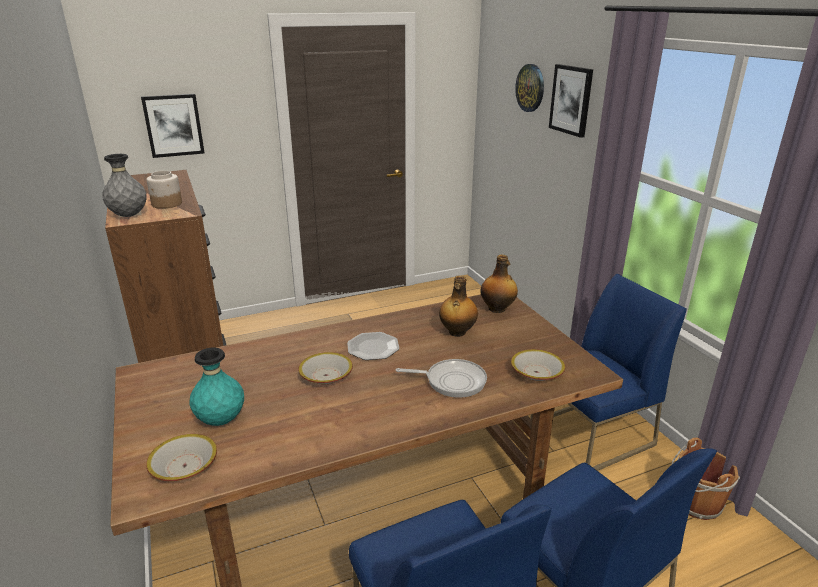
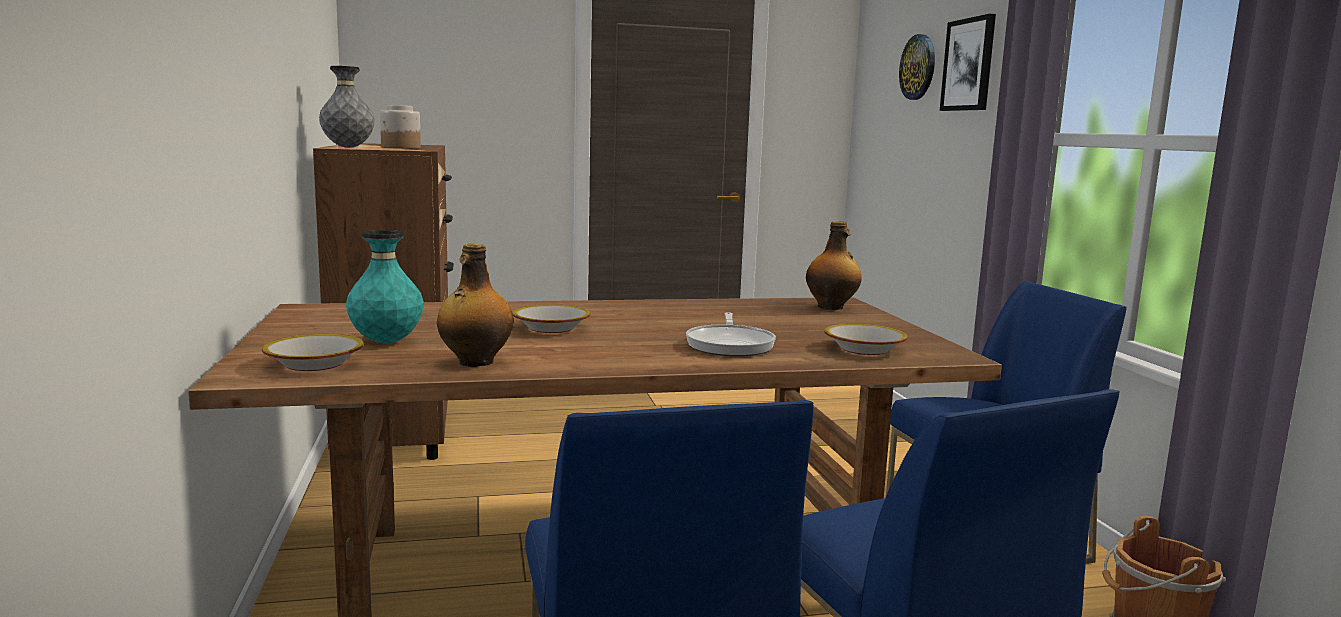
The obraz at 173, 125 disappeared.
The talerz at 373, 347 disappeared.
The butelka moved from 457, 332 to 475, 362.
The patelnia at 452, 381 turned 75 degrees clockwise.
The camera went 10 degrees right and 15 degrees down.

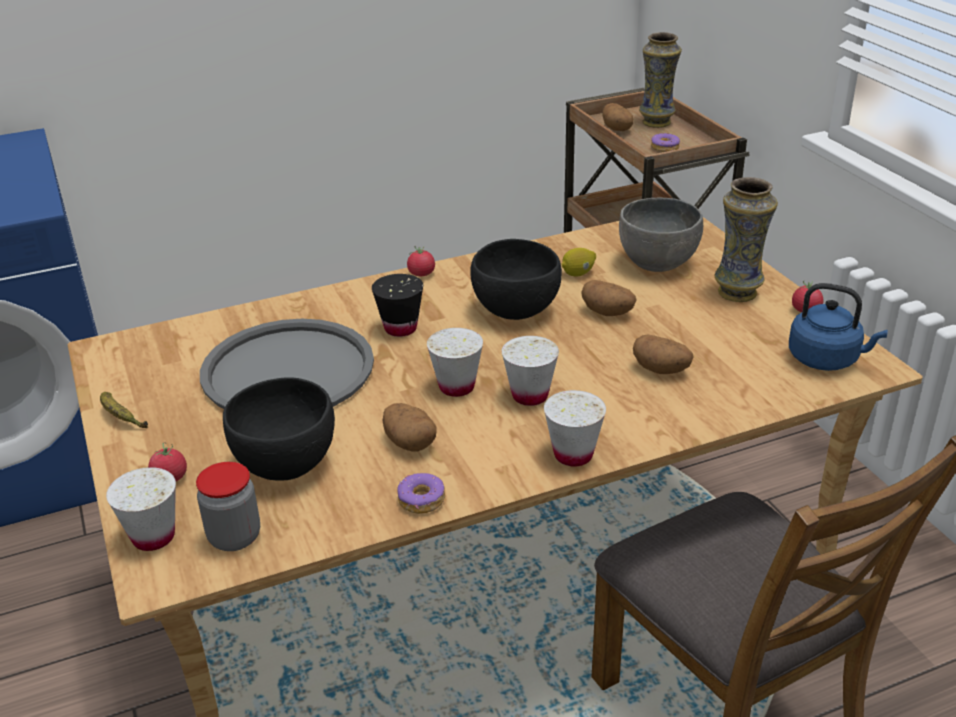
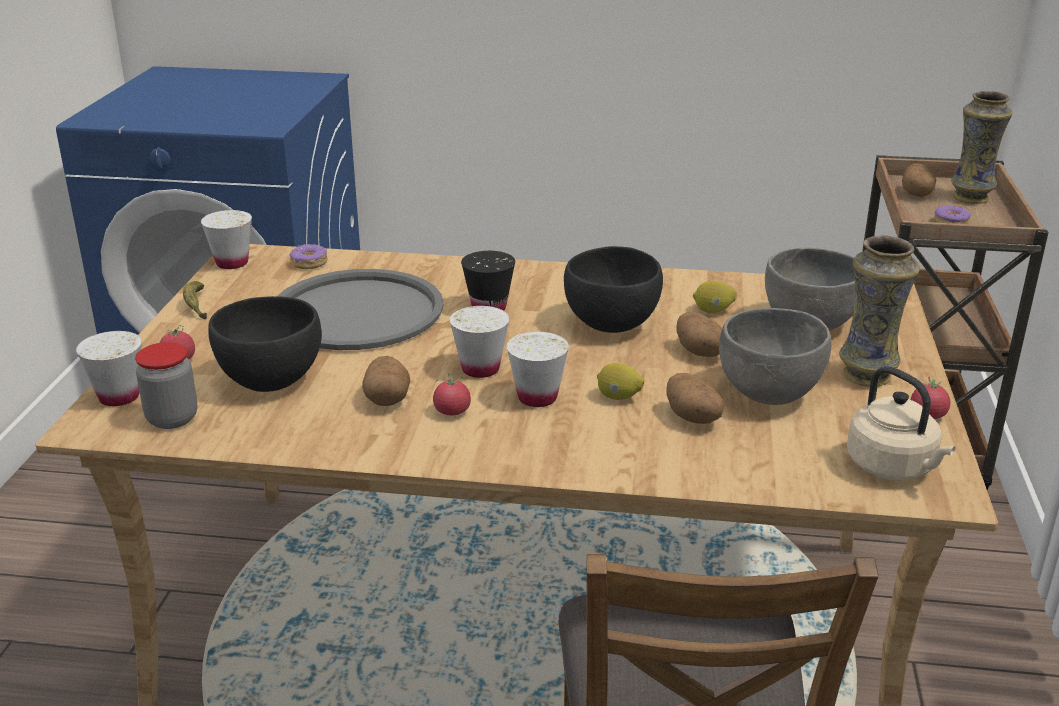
The cytryna at 618, 397 appeared.
The miska [szary] at 768, 393 appeared.
The donut moved from 421, 500 to 309, 263.
The pomidor moved from 421, 274 to 452, 412.
The filiżanka [biały] moved from 573, 455 to 232, 263.
The czajnik [niebieski] at 827, 359 became the czajnik [beżowy] at 893, 468.
The camera went 30 degrees right and 5 degrees down.

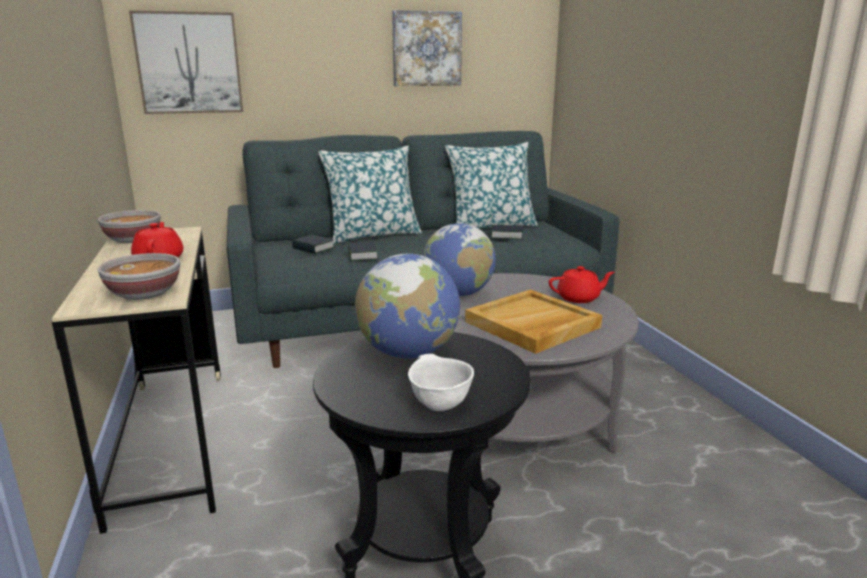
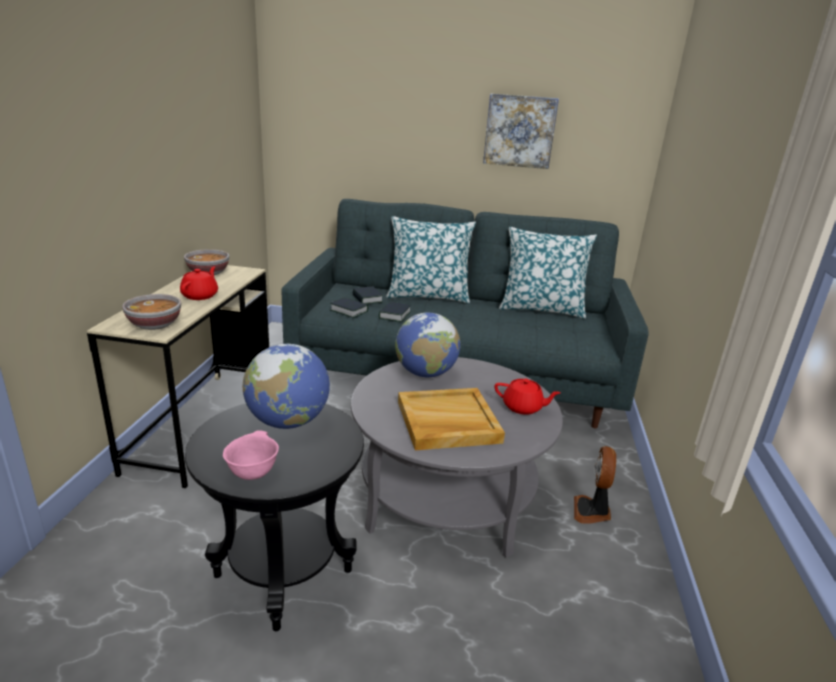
The obraz at 189, 63 disappeared.
The wentylator at 592, 511 appeared.
The książka moved from 506, 236 to 349, 311.
The miska [biały] at 438, 404 became the miska [różowy] at 252, 472.
The camera went 25 degrees right and 5 degrees up.

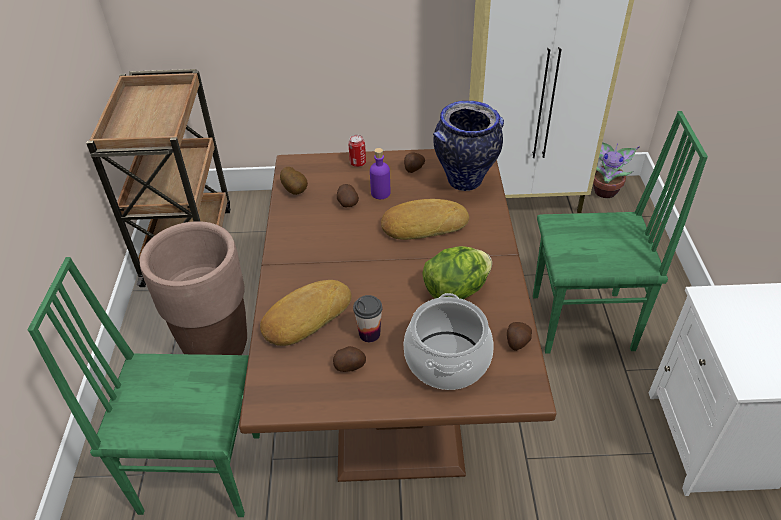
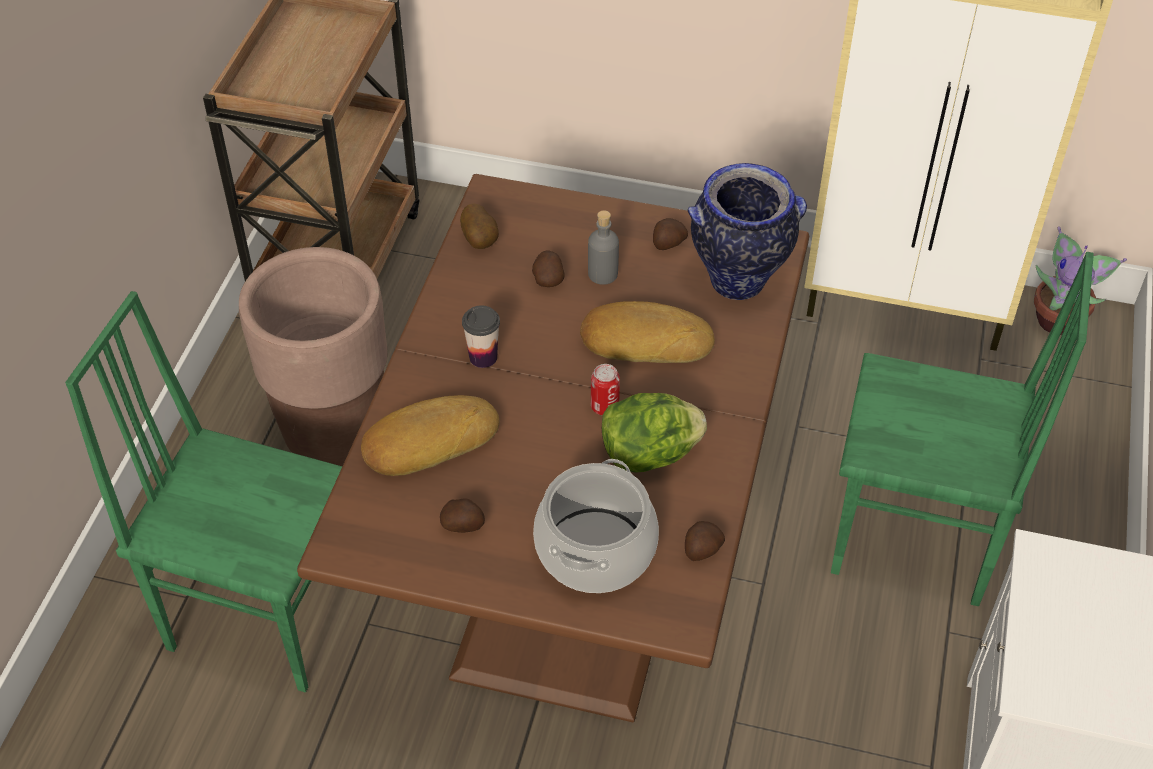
The puszka moved from 358, 163 to 604, 406.
The filiżanka moved from 369, 334 to 483, 357.
The butelka [fioletowy] at 380, 193 became the butelka [szary] at 602, 274.
The camera went 15 degrees right and 5 degrees up.

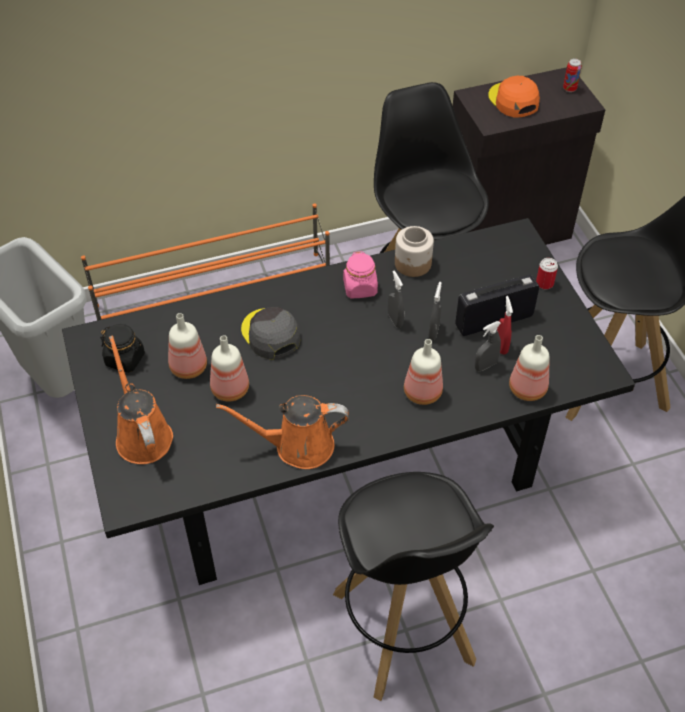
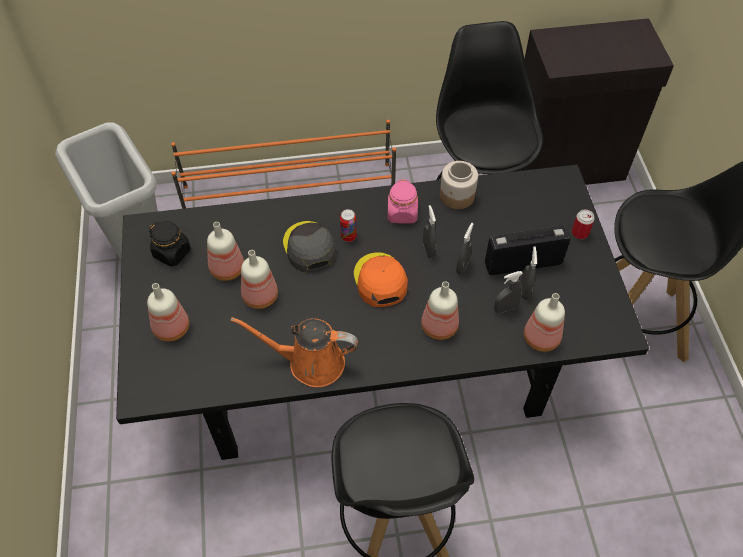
The czapka z daszkiem [pomarańczowy] moved from 513, 101 to 380, 281.
The puszka moved from 569, 89 to 348, 237.
The konewka [pomarańczowy] at 142, 435 was replaced by the butelka at 171, 329.
The spryskiwacz [czerwony] at 501, 346 became the spryskiwacz [szary] at 525, 290.
The camera went 10 degrees right and 5 degrees up.

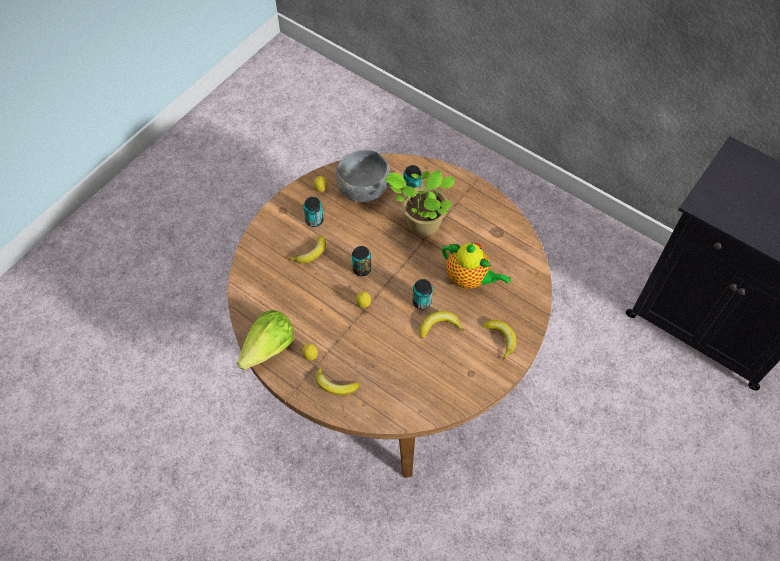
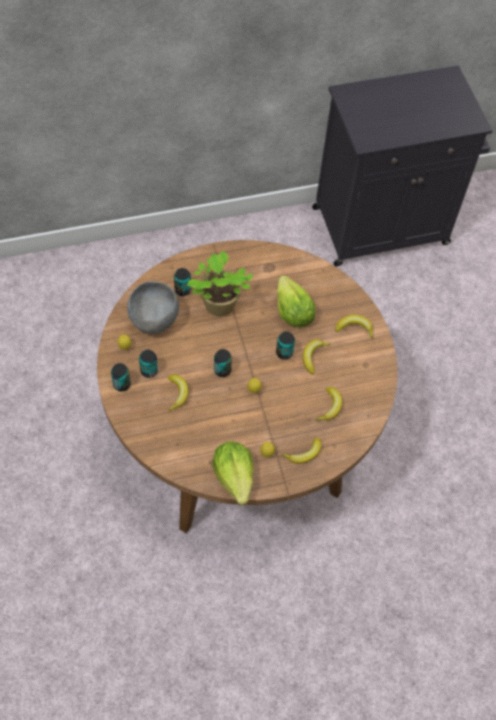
The puszka at 122, 384 appeared.
The banan at 330, 406 appeared.
The imbryk at 469, 279 was replaced by the sałata at 292, 311.
The camera went 55 degrees left and 0 degrees up.

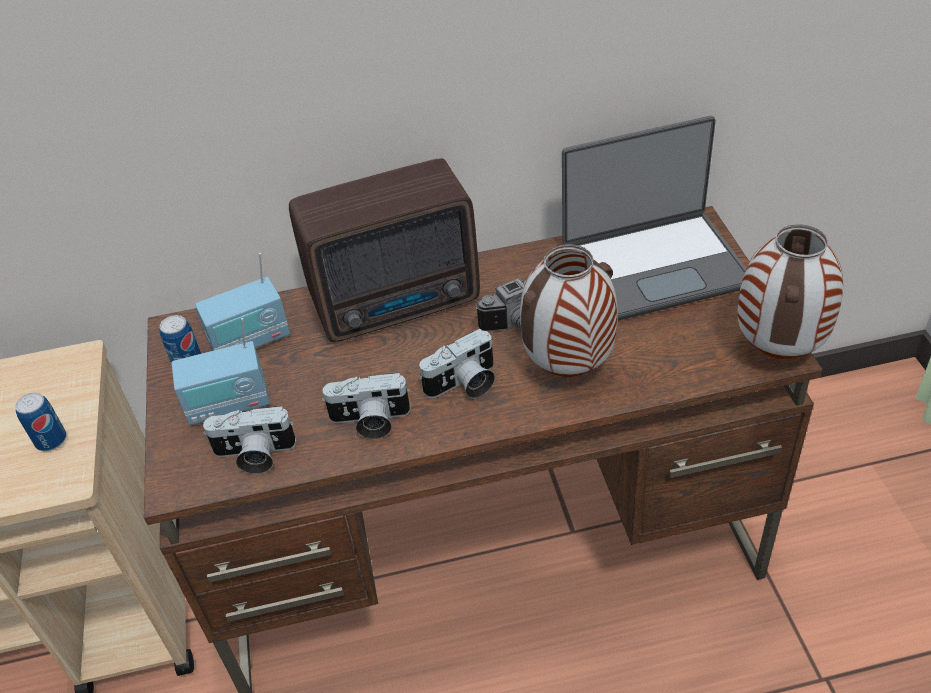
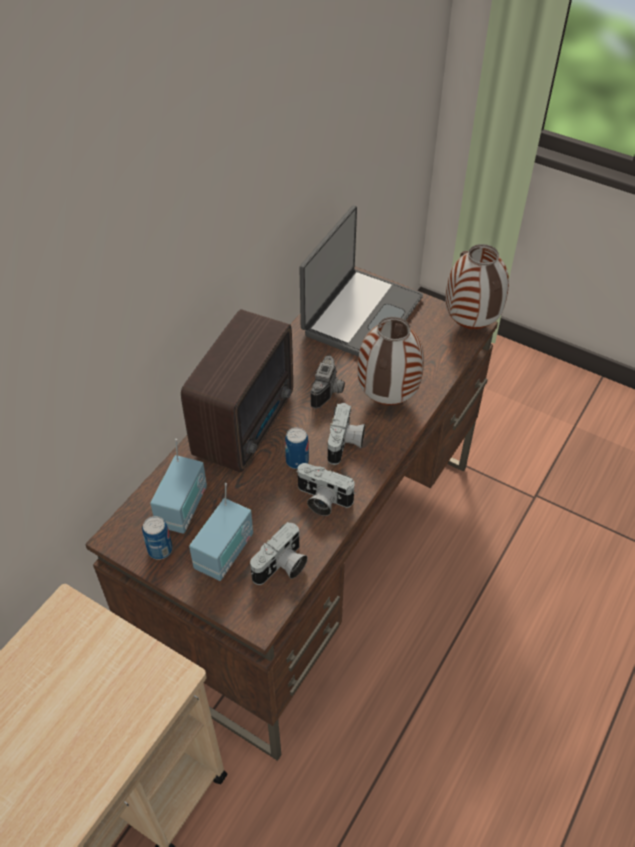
The puszka moved from 51, 440 to 297, 461.
The aparat fotograficzny at 370, 421 turned 75 degrees clockwise.
The camera went 50 degrees left and 5 degrees up.

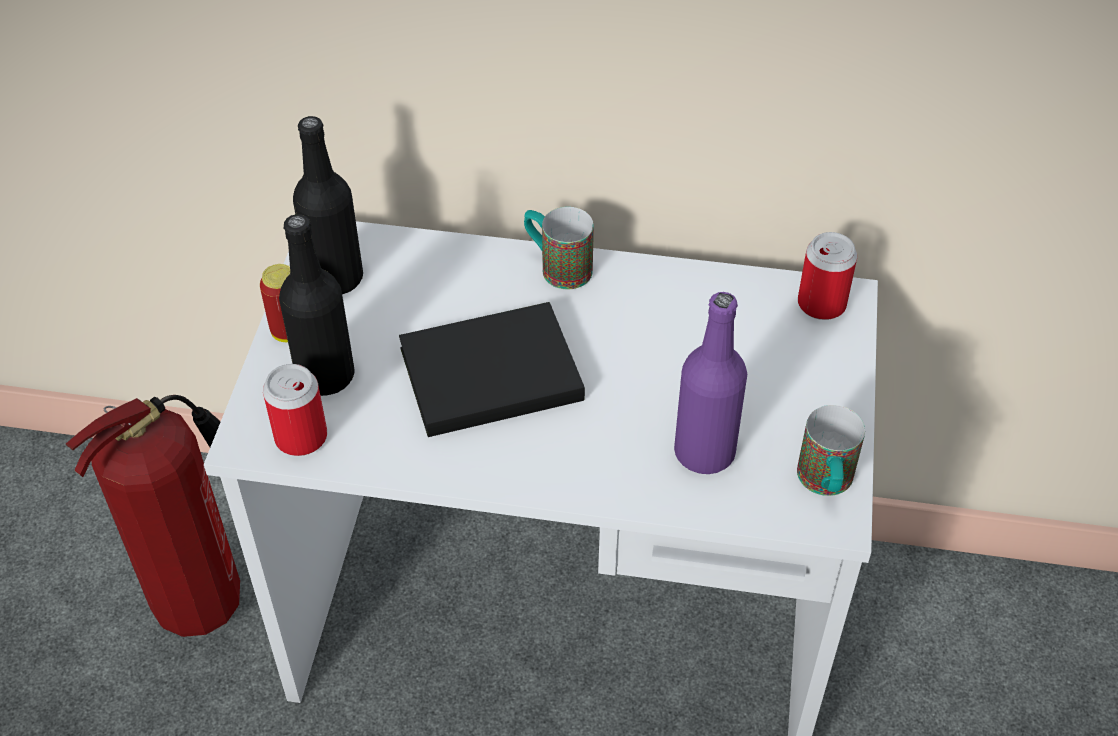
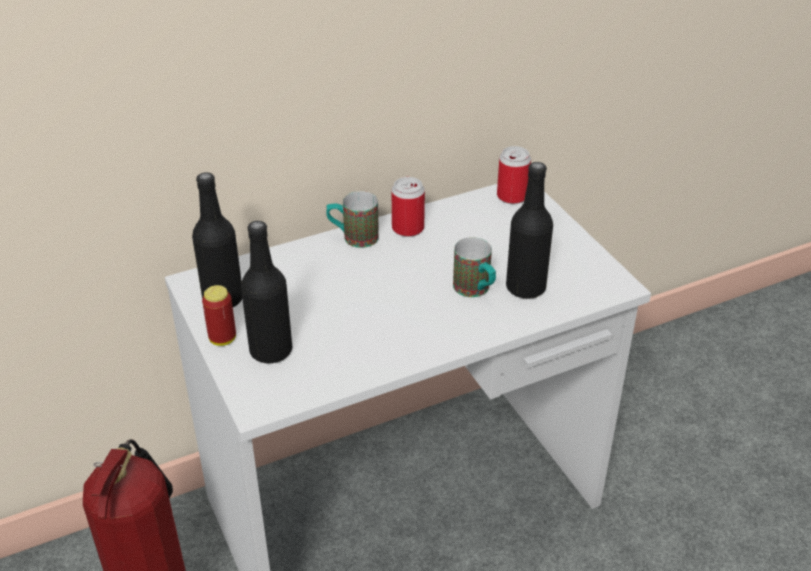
The książka [czarny] at 485, 373 disappeared.
The puszka moved from 301, 437 to 408, 228.
The kubek moved from 825, 484 to 476, 290.
The butelka [fioletowy] at 704, 452 became the butelka [czarny] at 525, 288.
The camera went 35 degrees left and 10 degrees down.

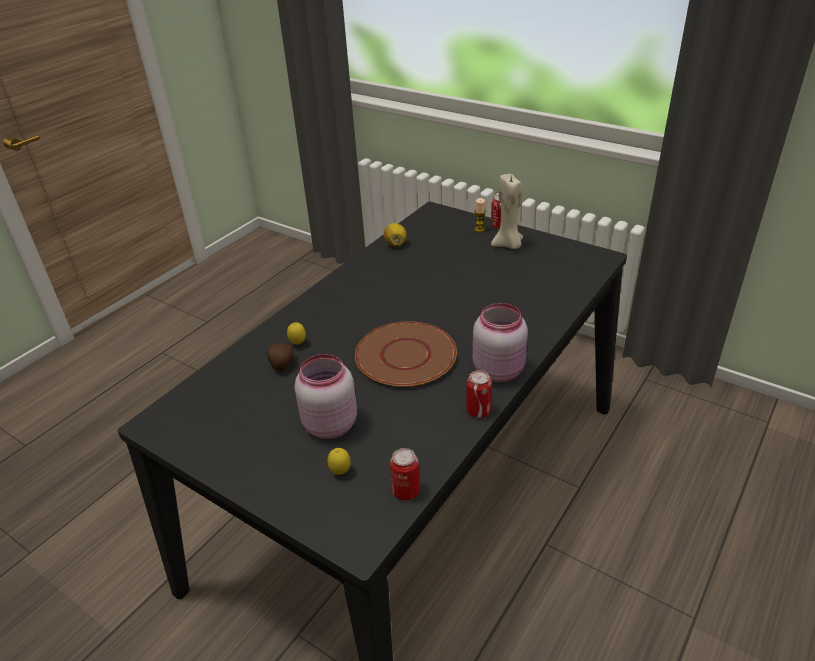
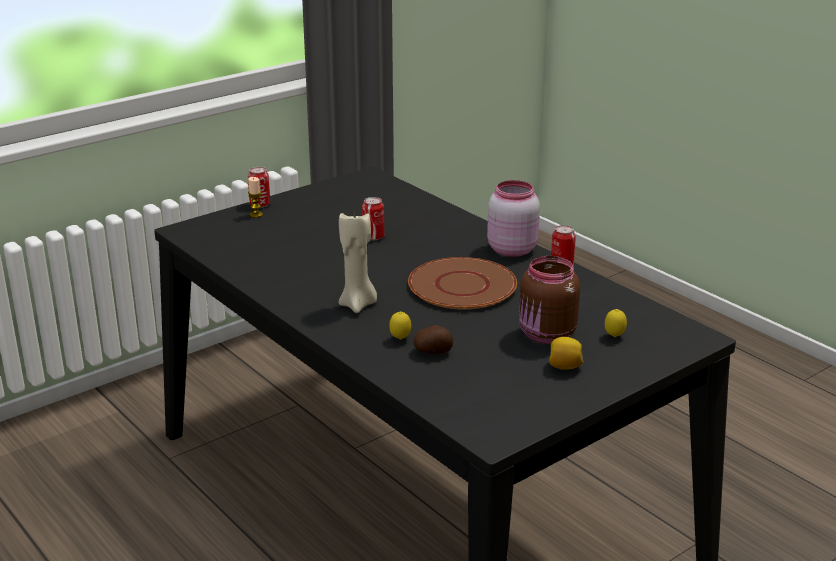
The cytryna moved from 395, 244 to 564, 367.
The puszka moved from 406, 491 to 373, 237.
The świeca [beżowy] moved from 508, 245 to 358, 304.
The słoik [różowy] at 328, 424 became the słoik [brązowy] at 546, 335.
The camera went 75 degrees left and 10 degrees down.

